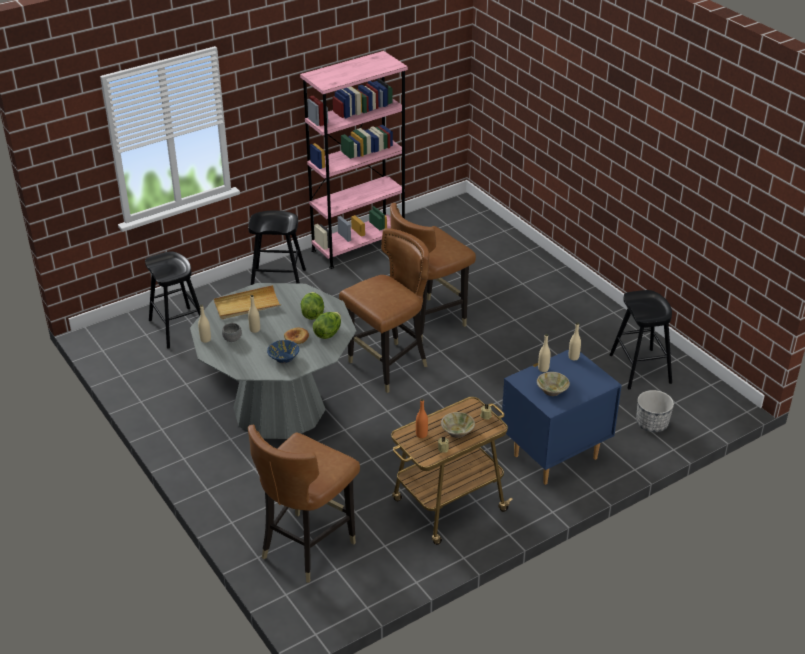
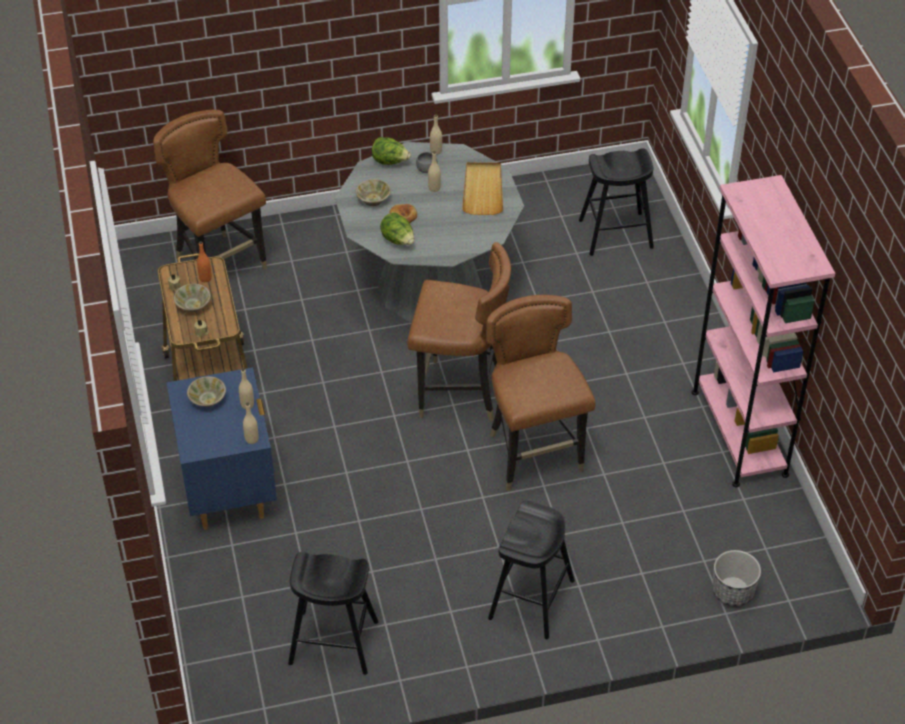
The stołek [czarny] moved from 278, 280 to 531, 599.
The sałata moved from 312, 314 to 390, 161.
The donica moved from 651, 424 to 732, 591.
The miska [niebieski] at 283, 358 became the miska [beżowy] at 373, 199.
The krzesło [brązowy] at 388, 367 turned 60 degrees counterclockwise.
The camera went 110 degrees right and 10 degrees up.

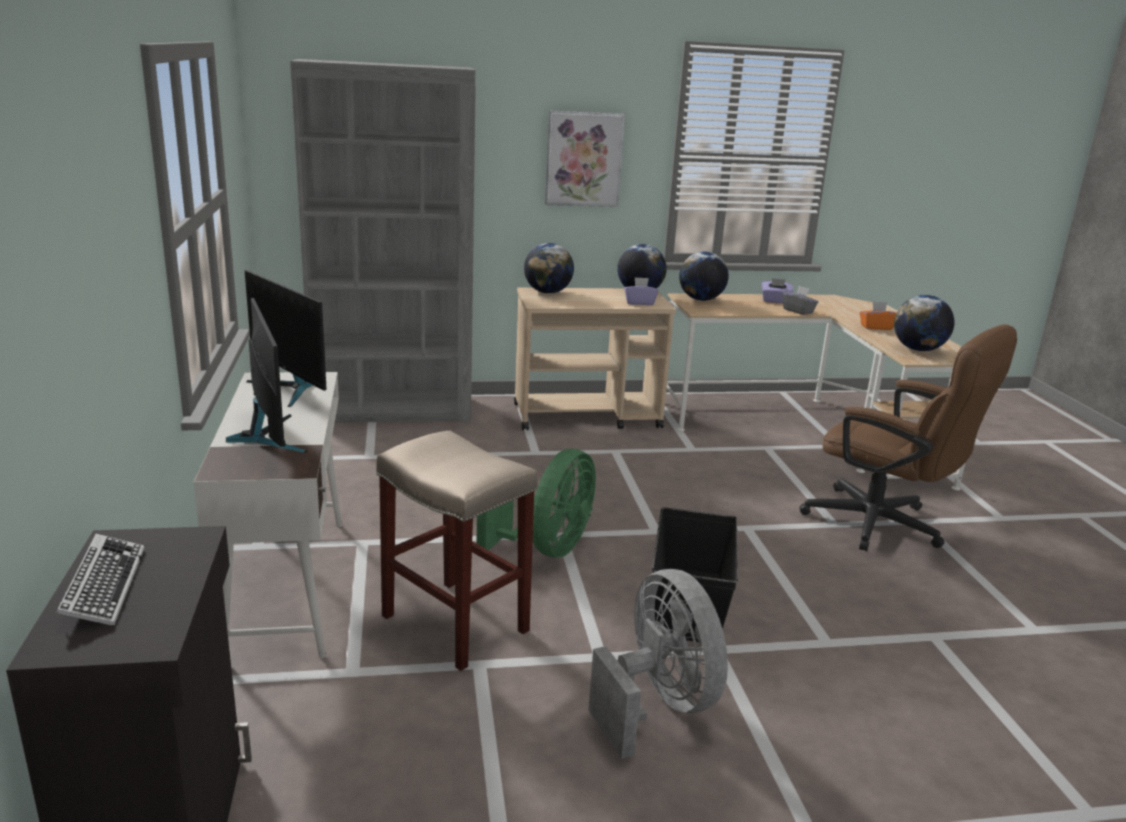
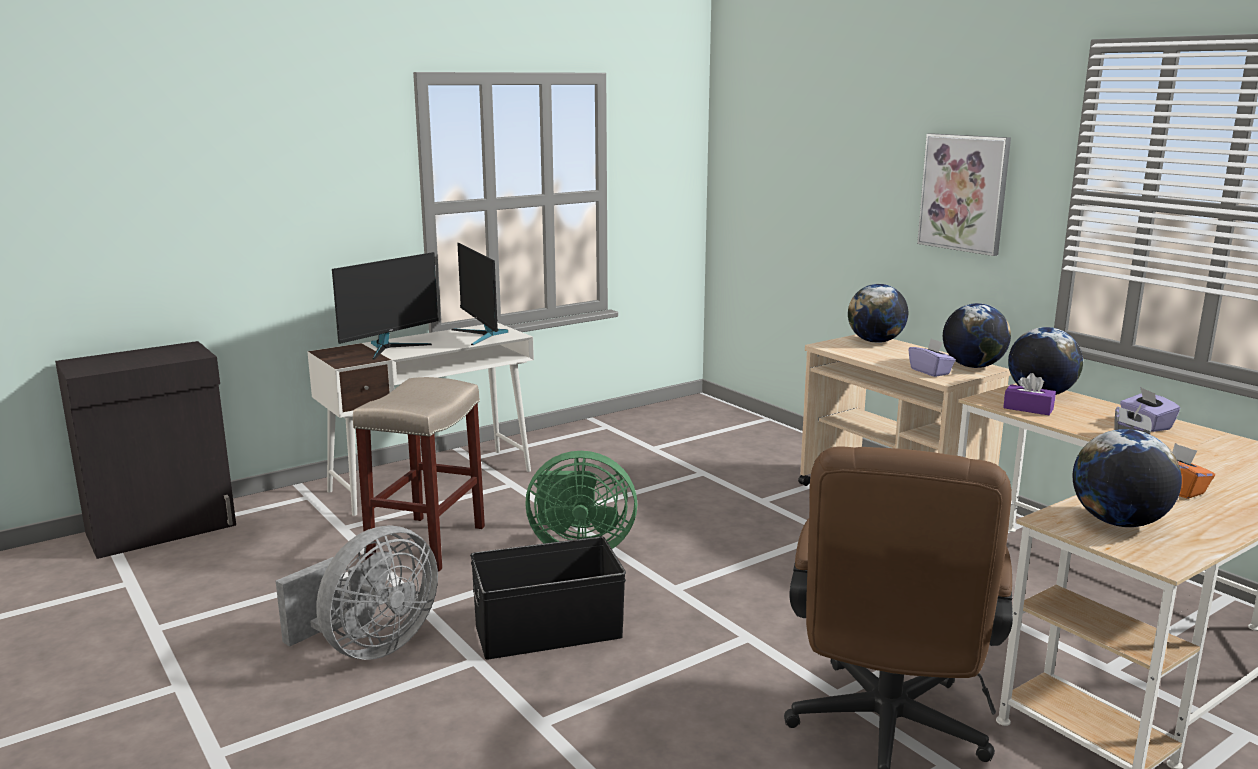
The klawiatura at 104, 587 disappeared.
The regał [szary] at 393, 410 disappeared.
The pudełko chusteczek [fioletowy] at 1028, 408 appeared.
The monitor at 291, 388 turned 45 degrees counterclockwise.
The camera went 65 degrees right and 5 degrees down.

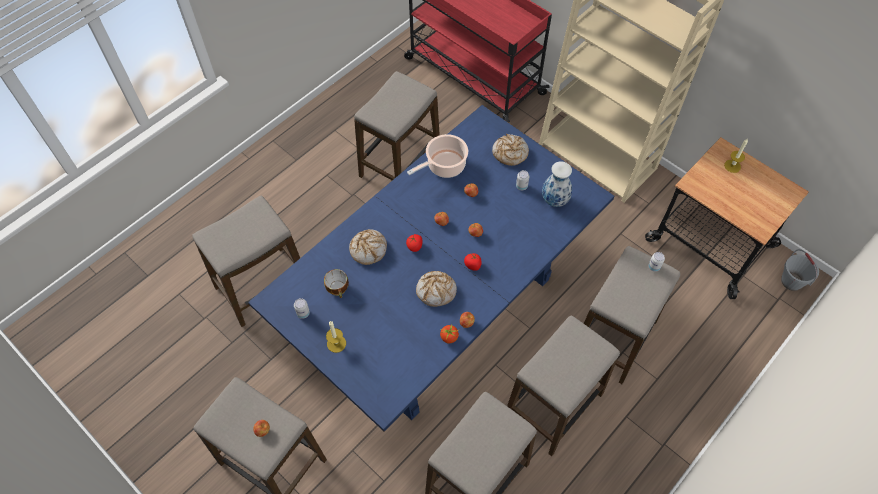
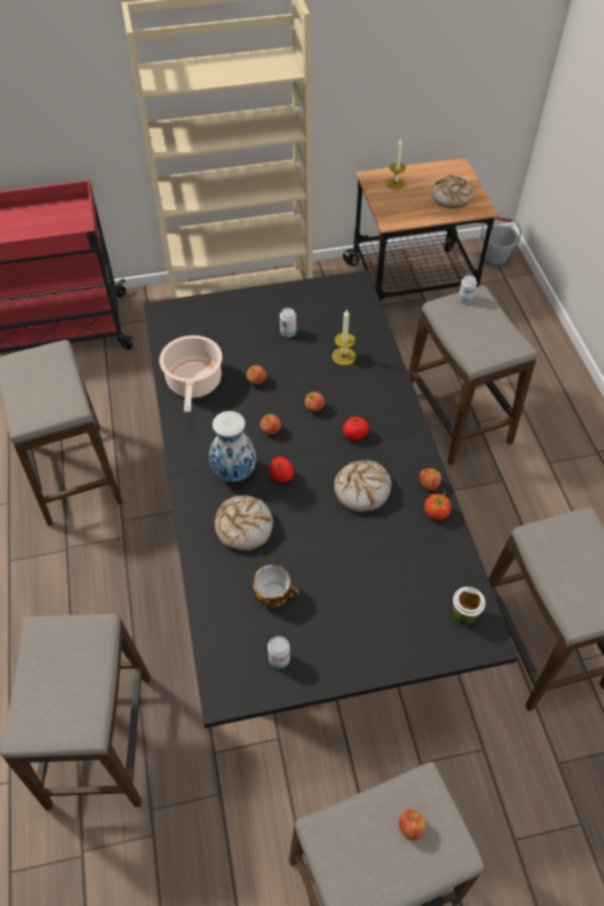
The stołek at 554, 405 disappeared.
The filiżanka at 464, 615 appeared.
The świeca moved from 336, 343 to 343, 356.
The chleb moved from 509, 153 to 451, 198.
The wazon moved from 555, 200 to 235, 471.
The stół jadalny [niebieski] at 438, 310 became the stół jadalny [czarny] at 302, 554.
The camera went 55 degrees left and 5 degrees down.

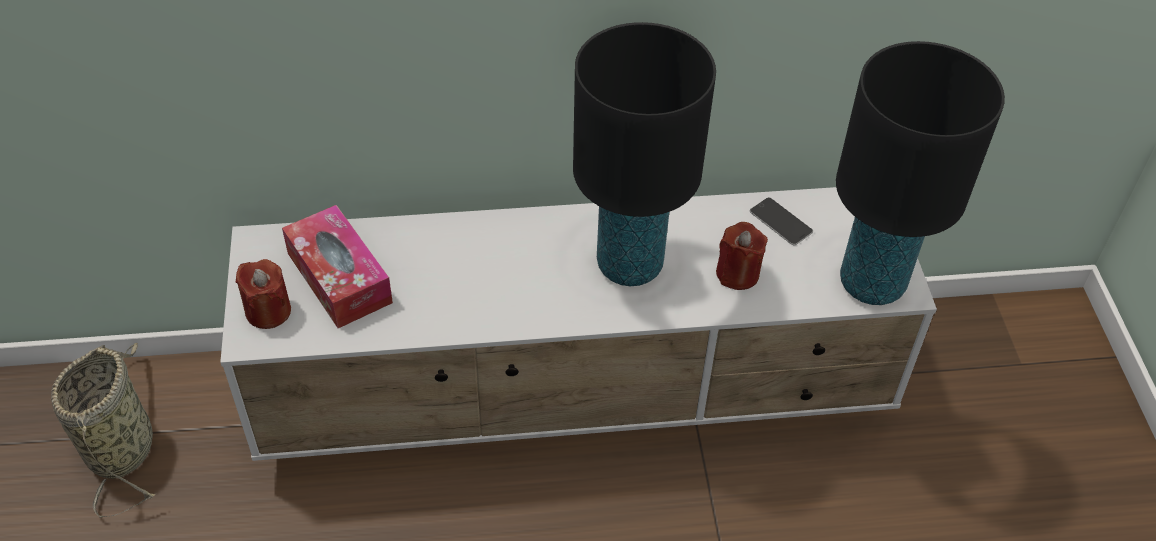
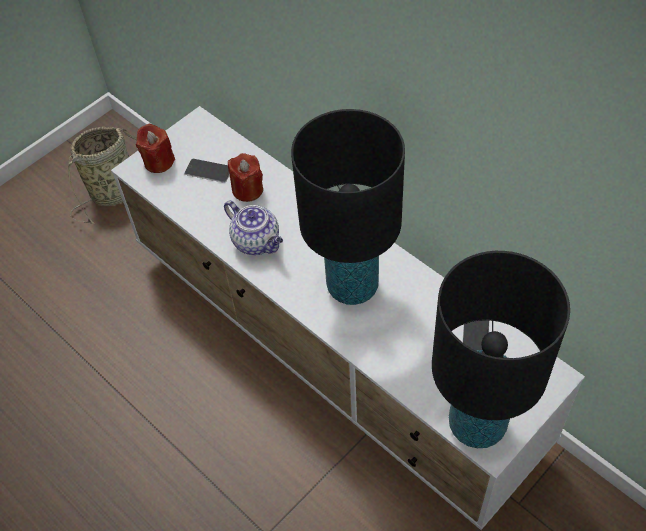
The imbryk at 257, 242 appeared.
The świeca [czerwony] moved from 737, 274 to 247, 190.
The pudełko chusteczek at 339, 278 was replaced by the telefon at 208, 171.
The camera went 55 degrees right and 5 degrees up.

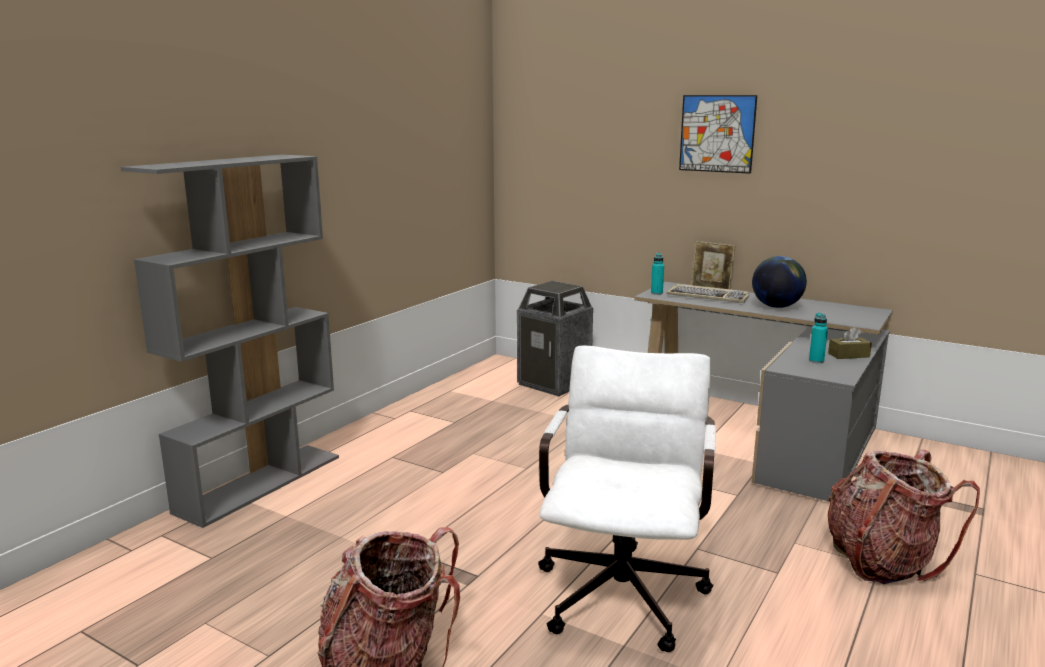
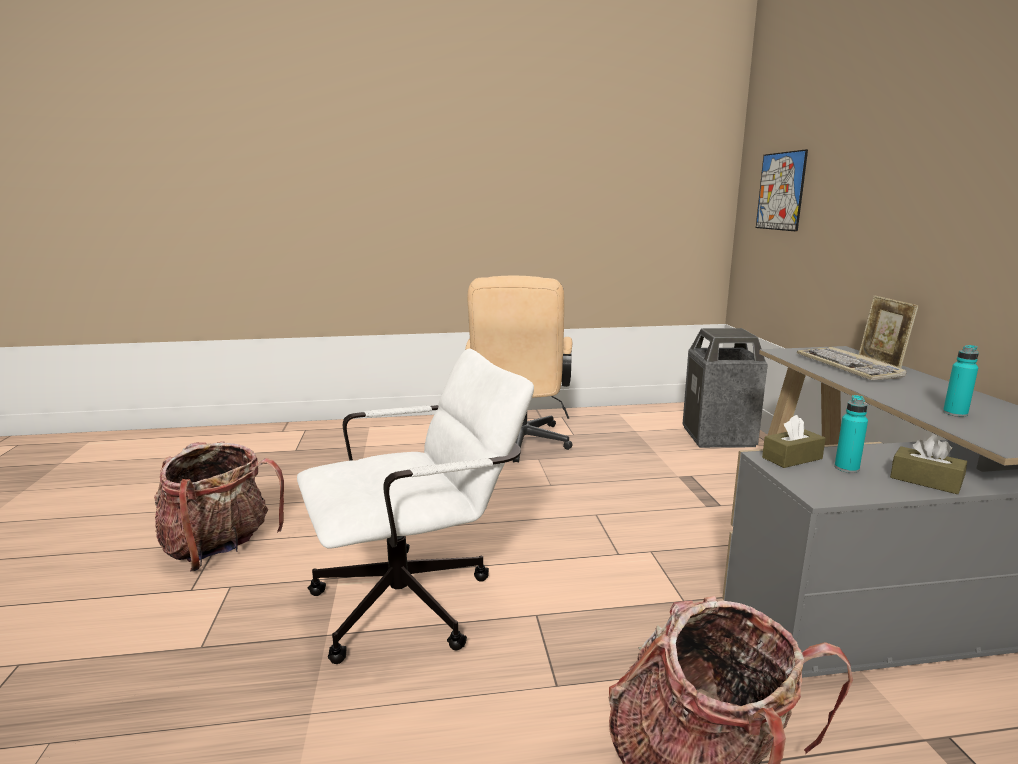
The regał [szary] at 260, 483 disappeared.
The globus at 776, 306 disappeared.
The krzesło biurowe [beżowy] at 519, 445 appeared.
The pudełko chusteczek [brązowy] at 792, 458 appeared.
The butelka [turkusowy] moved from 656, 293 to 955, 413.
The obraz moved from 717, 133 to 780, 191.
The camera went 50 degrees right and 0 degrees up.

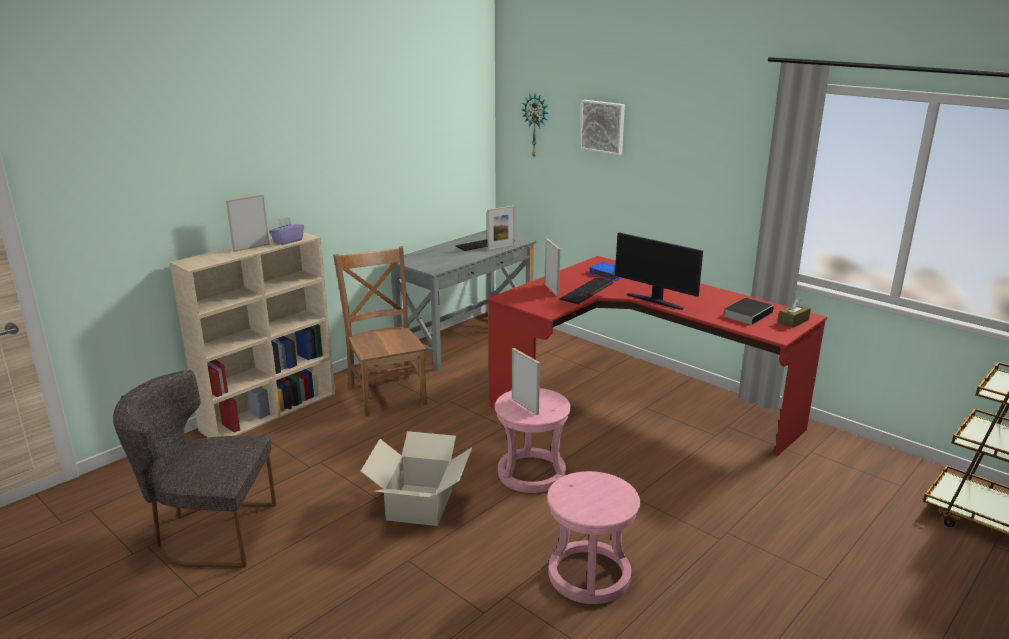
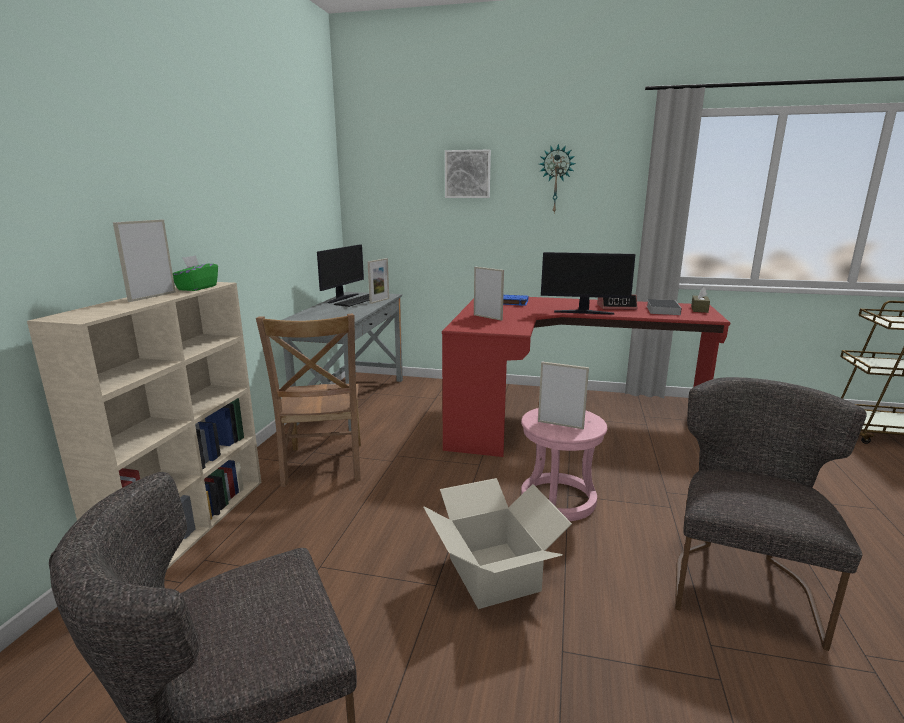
The klawiatura at 588, 291 disappeared.
The monitor at 342, 298 appeared.
The budzik at 616, 307 appeared.
The zegar ścienny moved from 536, 125 to 556, 179.
The stołek [różowy] at 589, 575 was replaced by the krzesło [szary] at 741, 582.
The pudełko chusteczek [fioletowy] at 287, 241 became the pudełko chusteczek [zielony] at 197, 288.
The krzesło [brązowy] at 387, 393 turned 135 degrees counterclockwise.
The camera went 30 degrees left and 5 degrees down.

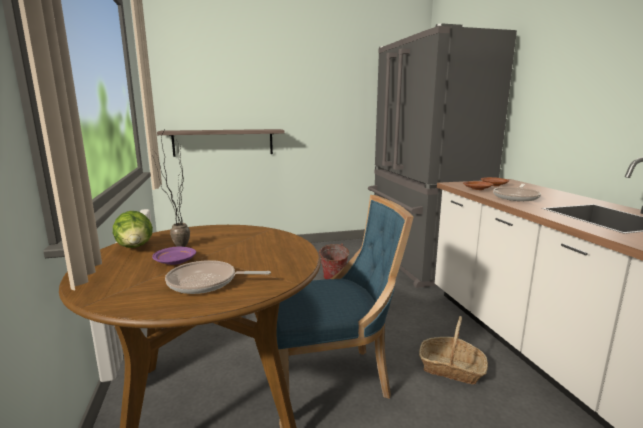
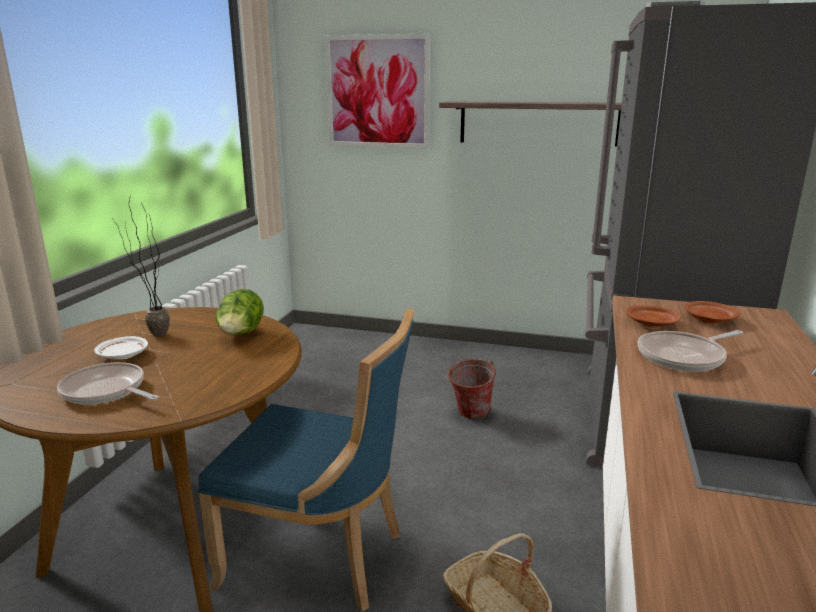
The obraz at 377, 92 appeared.
The sałata moved from 135, 248 to 241, 335.
The półka moved from 223, 142 to 538, 123.
The talerz [fioletowy] at 175, 262 became the talerz [biały] at 123, 356.
The camera went 30 degrees right and 5 degrees up.

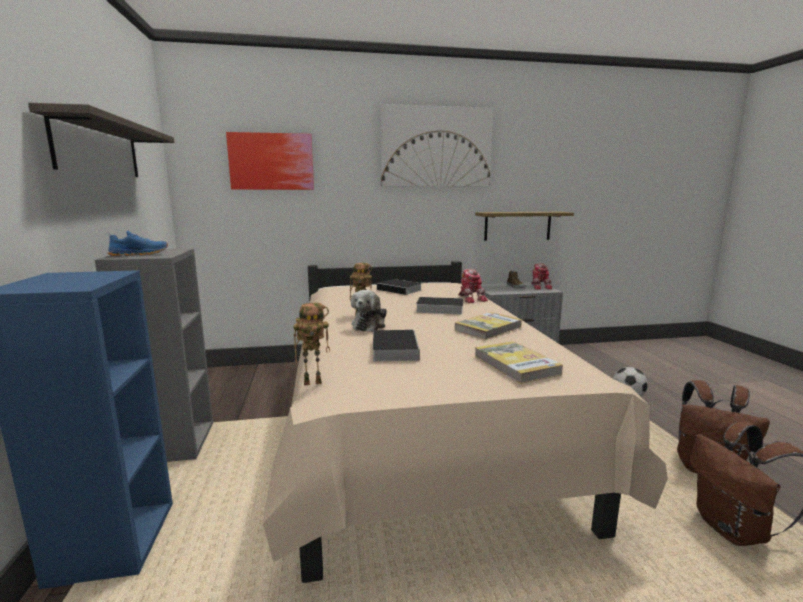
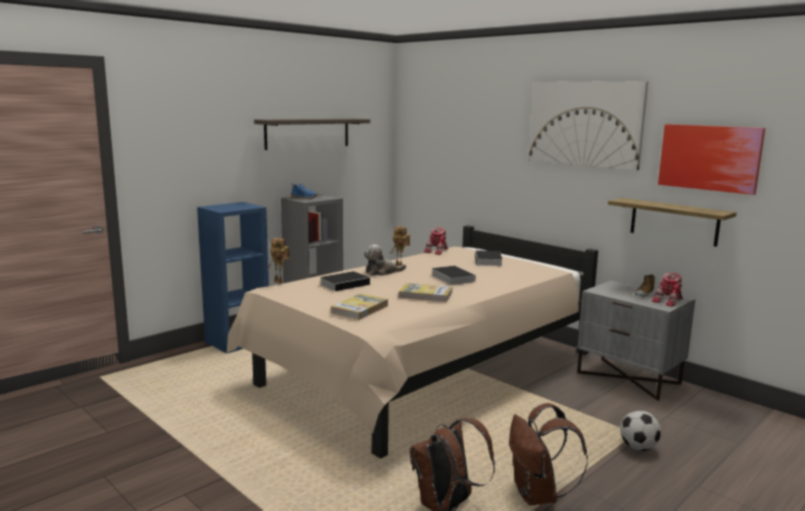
The obraz moved from 271, 161 to 709, 157.
The robot zabawkowy moved from 471, 298 to 437, 251.
The camera went 55 degrees right and 0 degrees up.

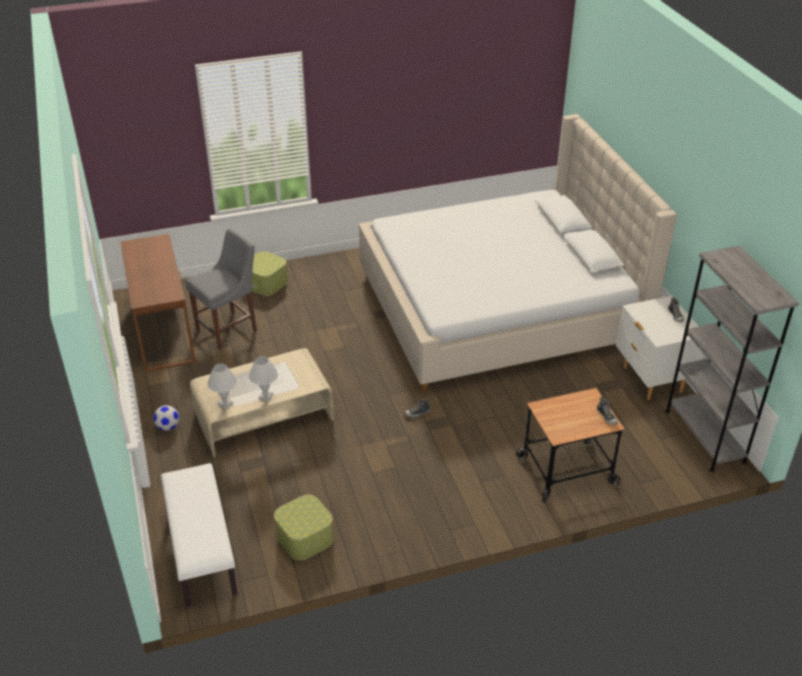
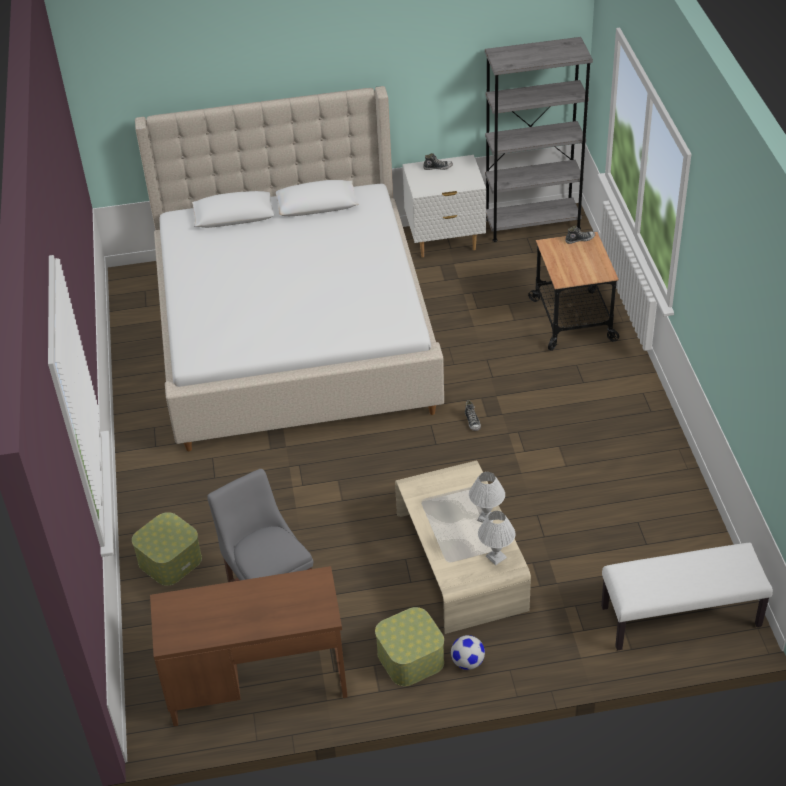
The pojemnik do przechowywania moved from 305, 537 to 410, 658.
The camera went 80 degrees left and 5 degrees up.

